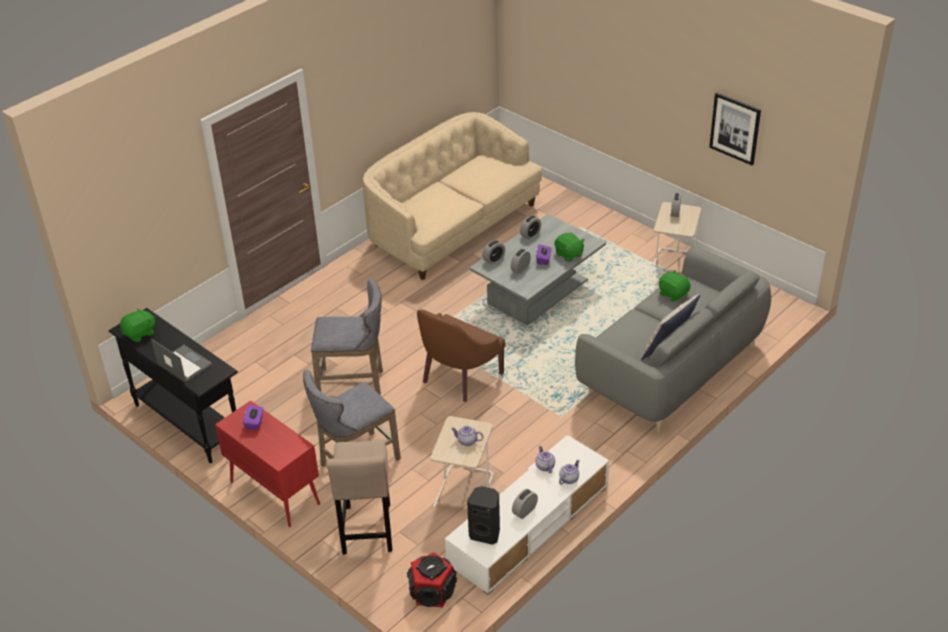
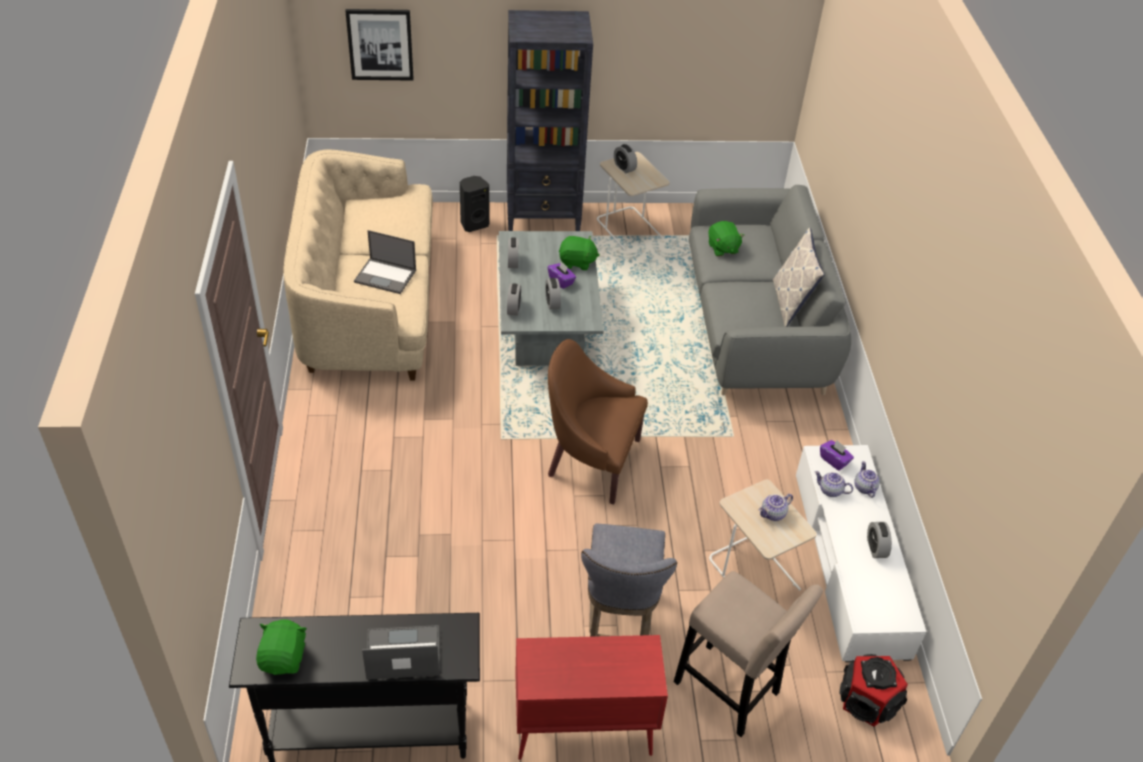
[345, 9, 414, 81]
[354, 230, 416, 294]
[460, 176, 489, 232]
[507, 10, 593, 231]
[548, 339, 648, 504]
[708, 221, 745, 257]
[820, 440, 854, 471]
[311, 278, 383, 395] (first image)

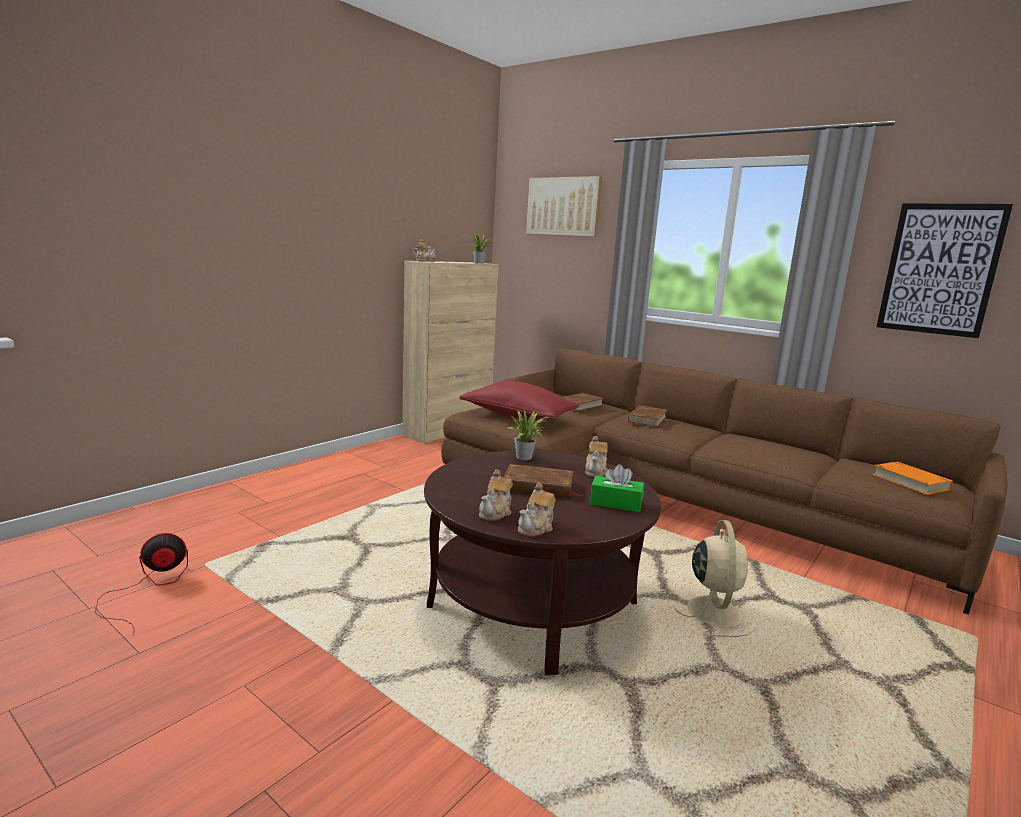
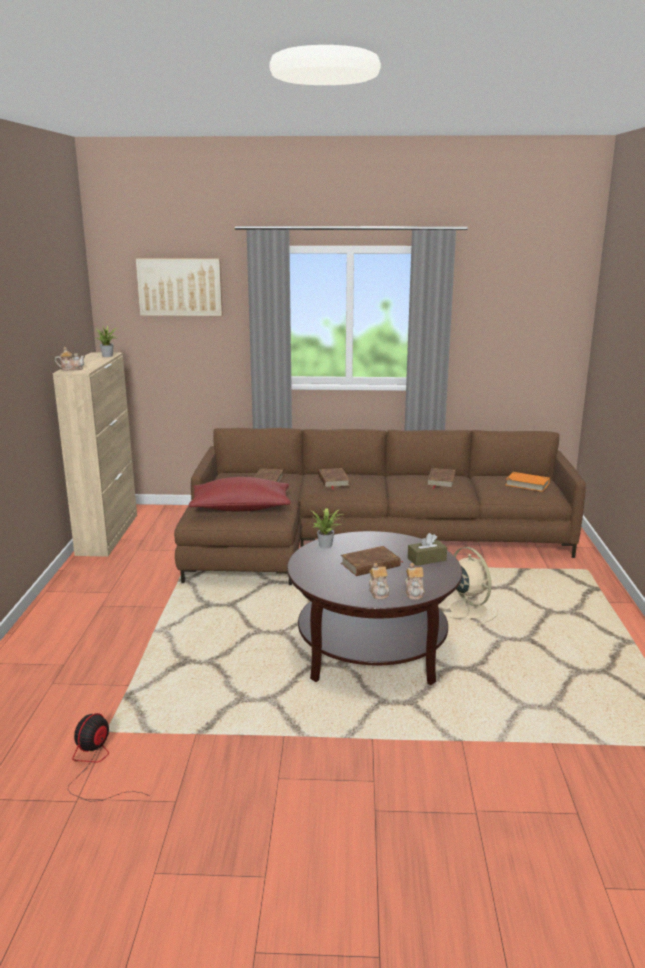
[408, 533, 447, 566]
[427, 468, 456, 489]
[585, 436, 608, 477] (first image)
[876, 203, 1013, 338] (first image)

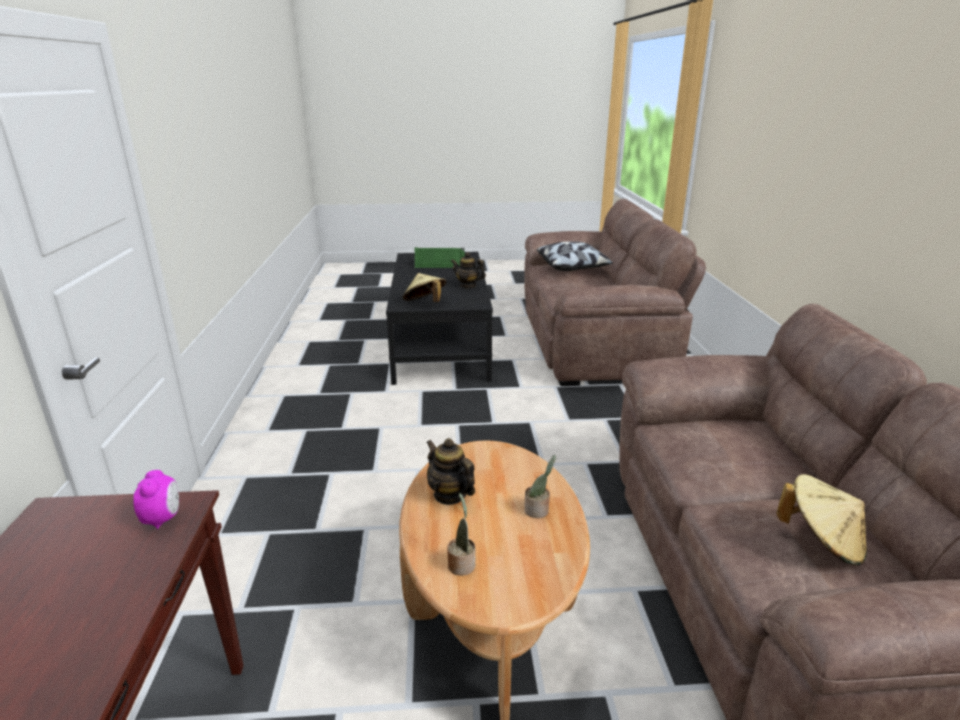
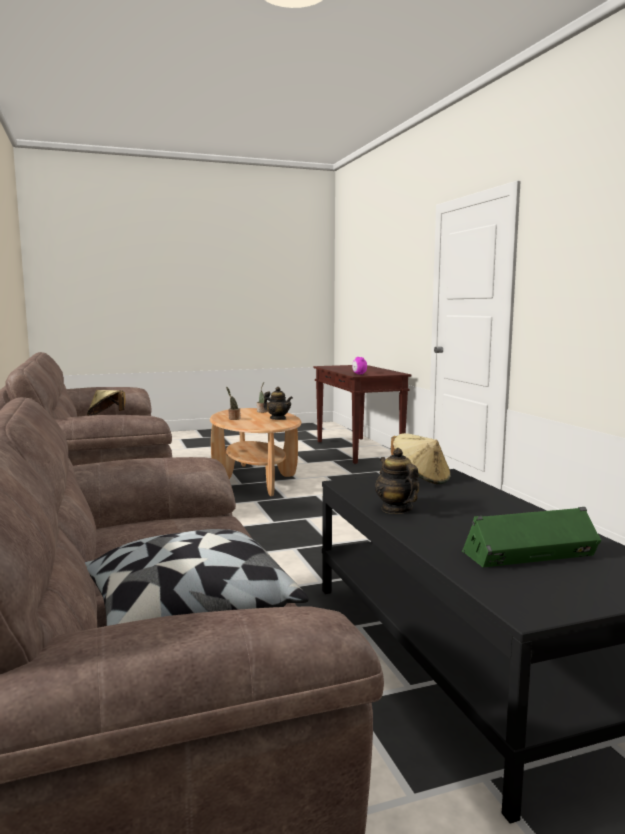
[375, 448, 419, 514]

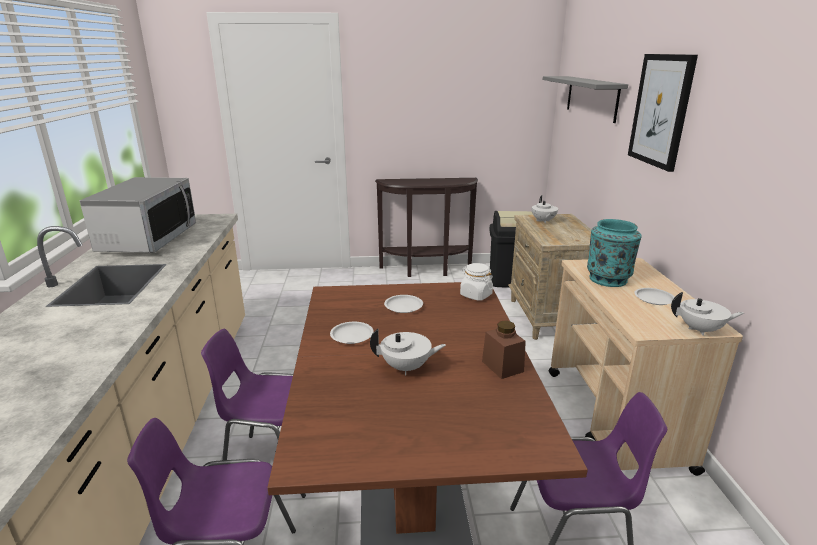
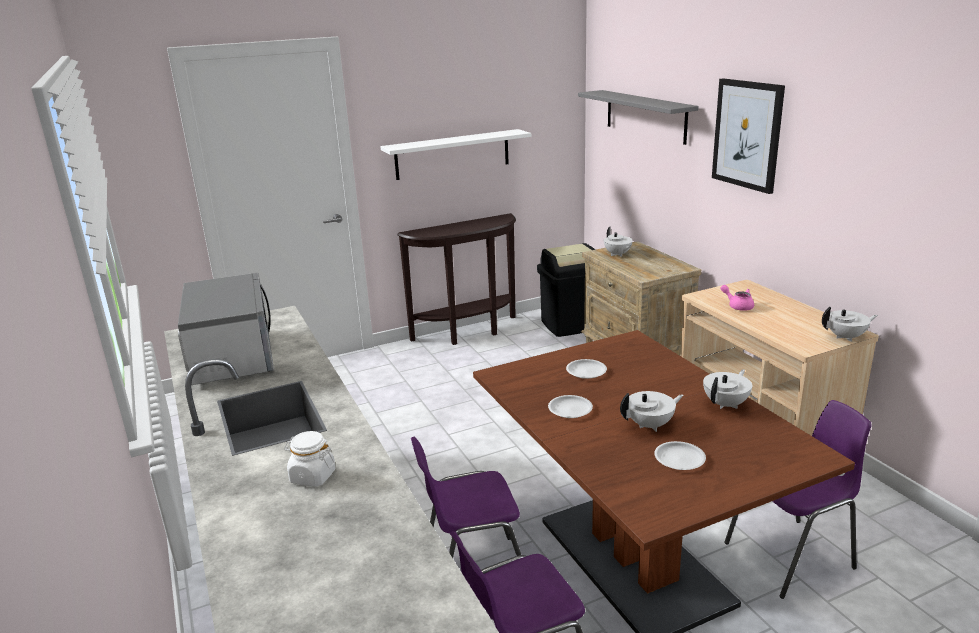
[284, 431, 336, 487]
[380, 129, 531, 180]
[654, 441, 706, 470]
[703, 369, 752, 409]
[720, 285, 754, 311]

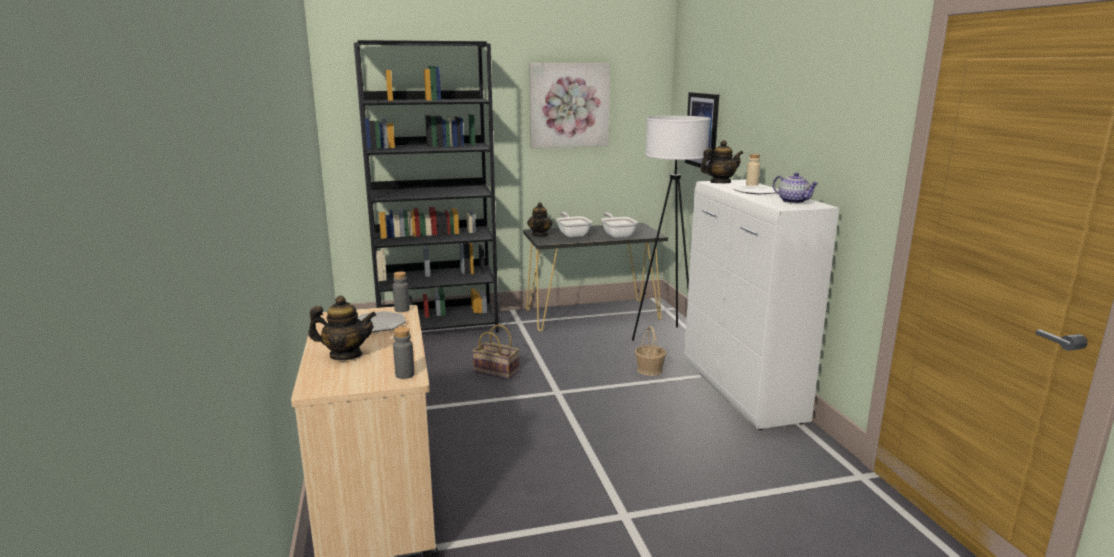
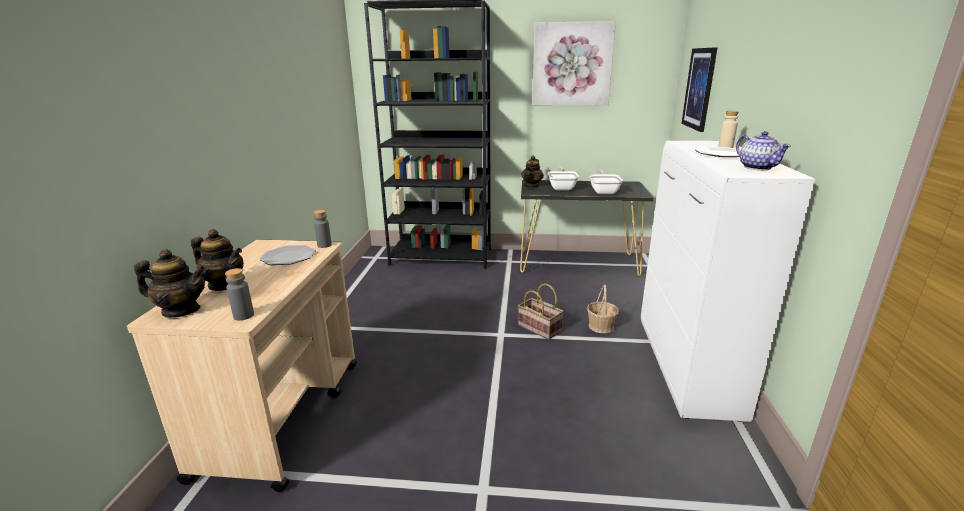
[134, 249, 206, 318]
[518, 284, 564, 340]
[632, 116, 711, 341] (first image)

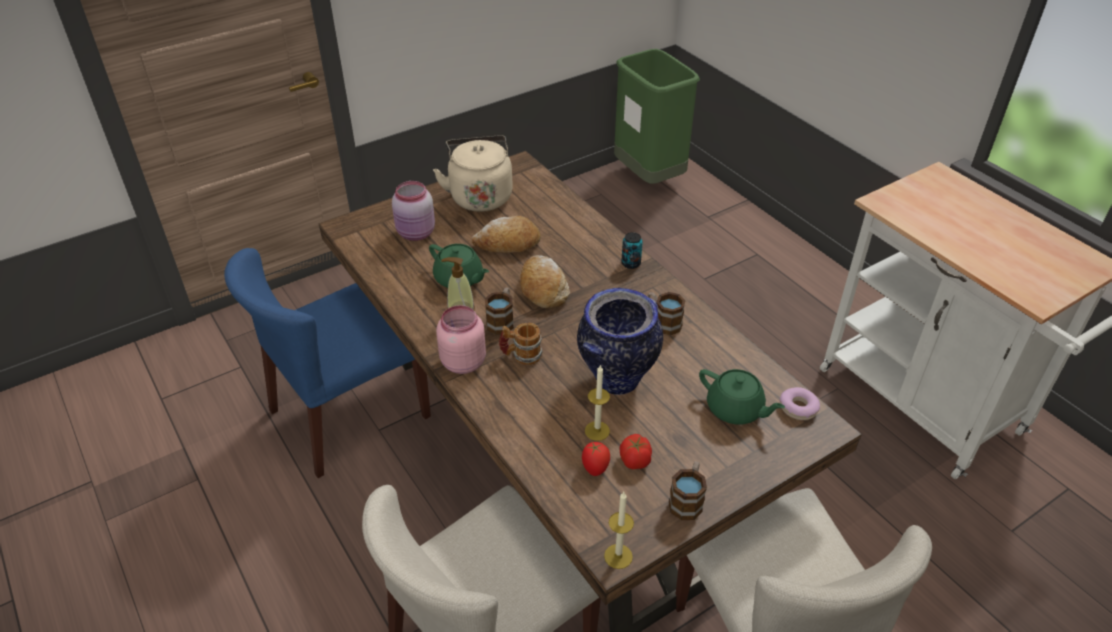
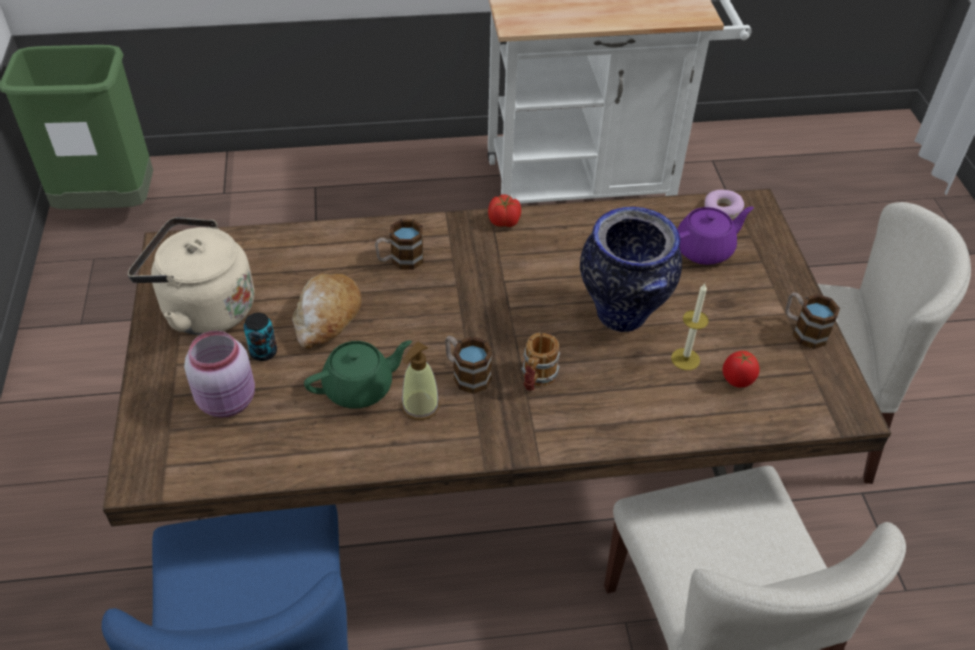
[244, 313, 277, 361]
[375, 219, 424, 270]
[488, 194, 521, 227]
[677, 207, 754, 265]
[436, 305, 486, 374] (first image)
[520, 255, 570, 309] (first image)
[604, 492, 634, 569] (first image)

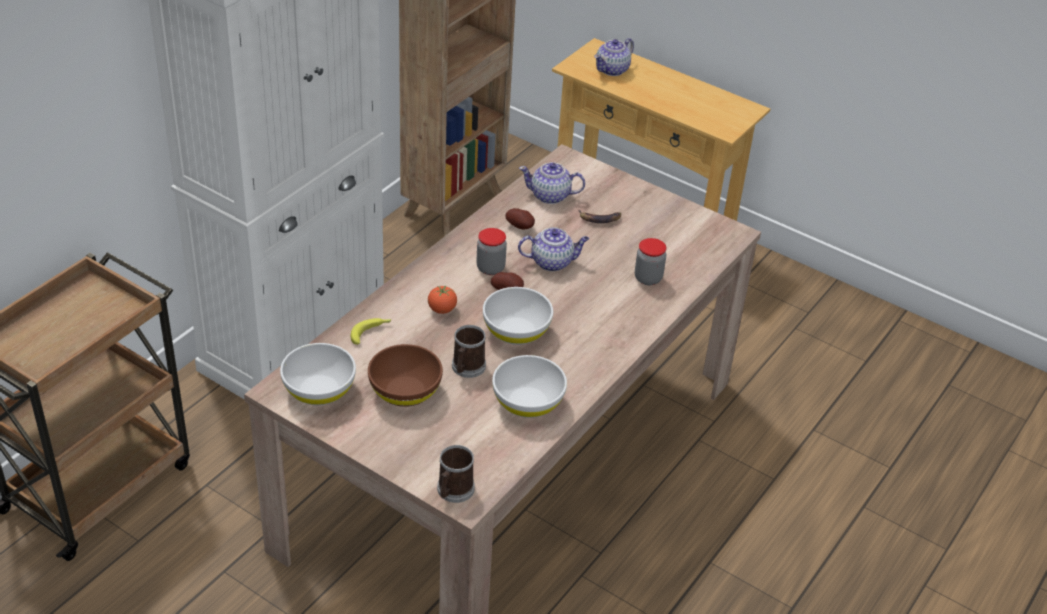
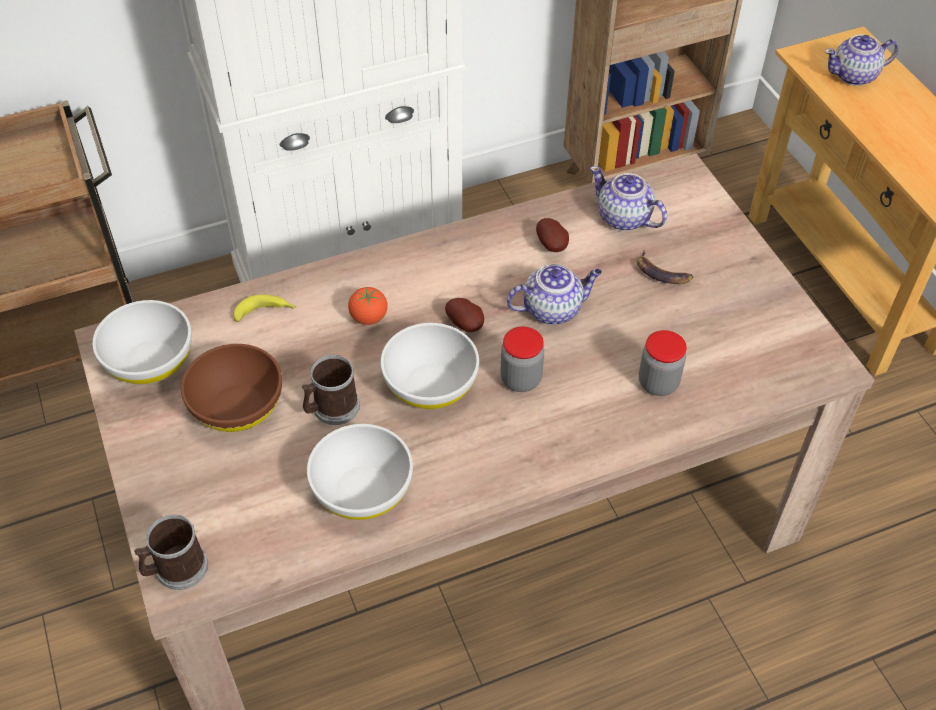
[500, 327, 544, 392]
[507, 264, 602, 325]

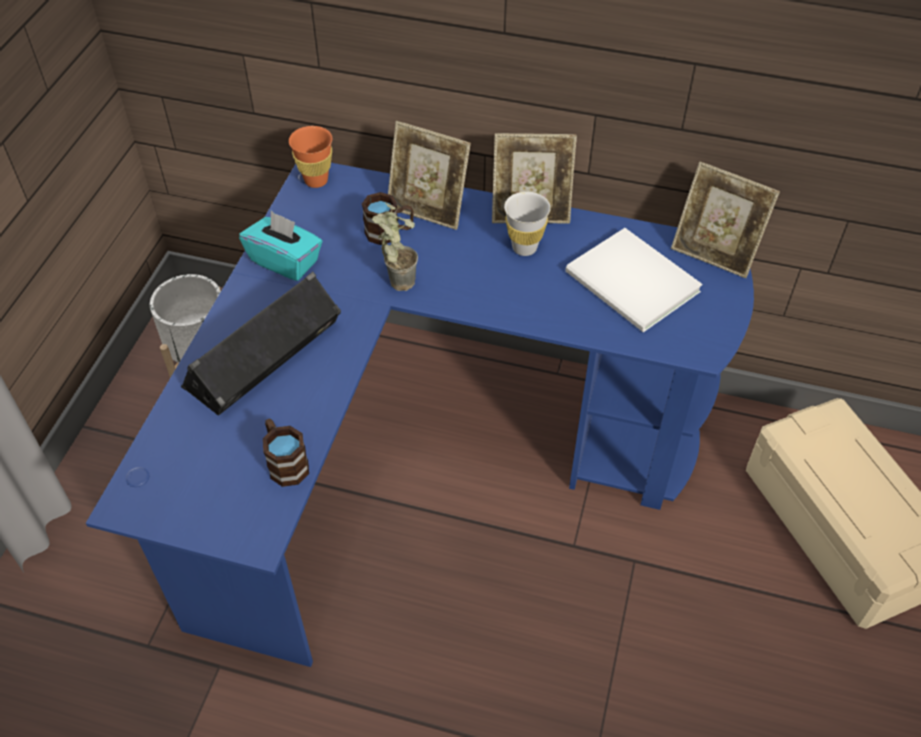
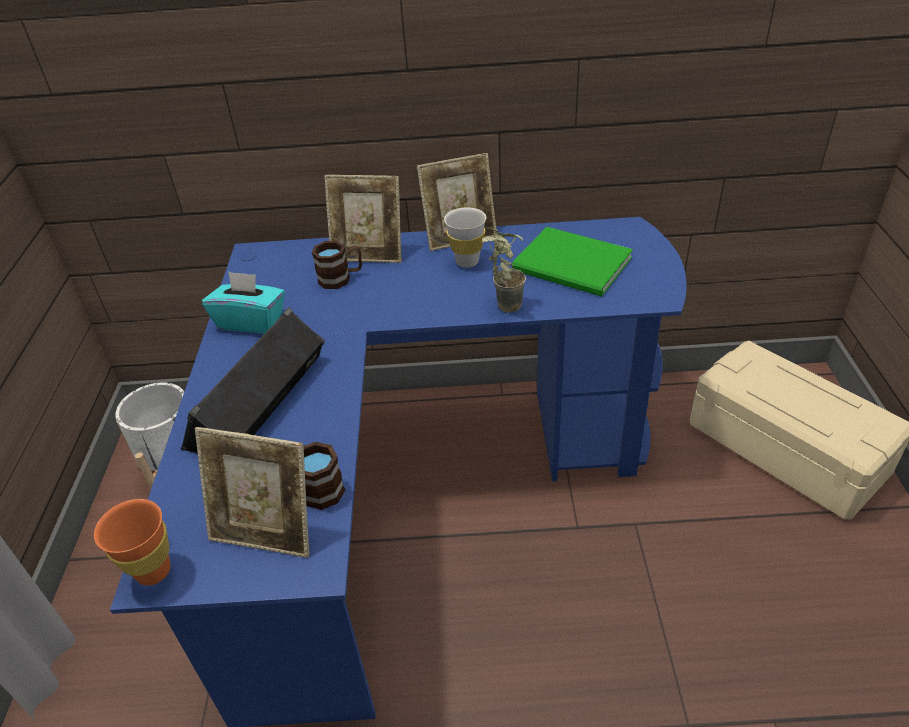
[94, 499, 171, 586]
[195, 427, 309, 558]
[482, 227, 526, 313]
[512, 227, 633, 297]

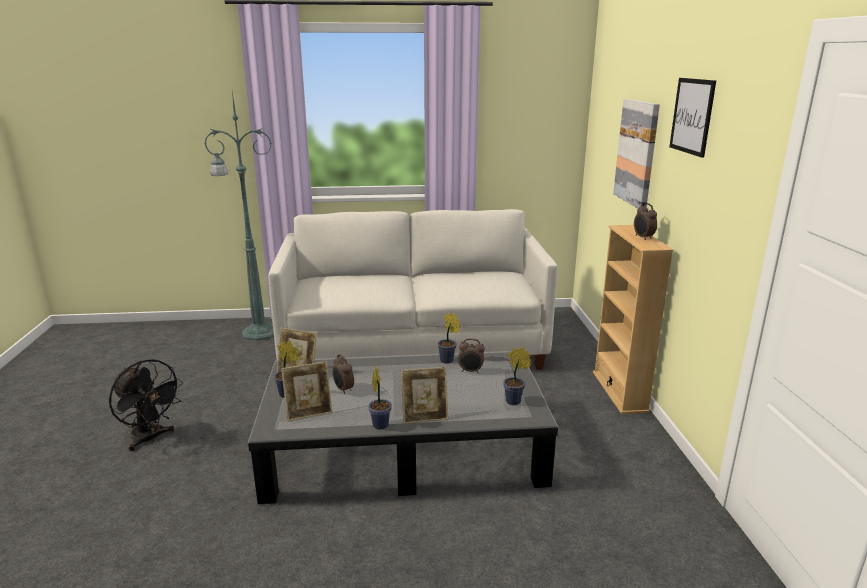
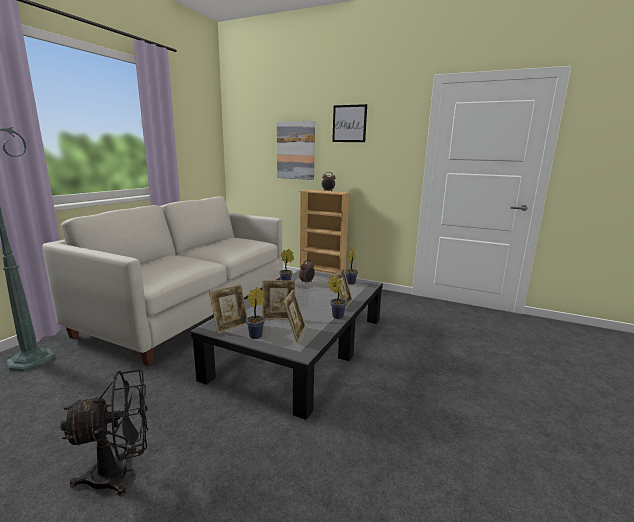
[262, 280, 296, 320]

